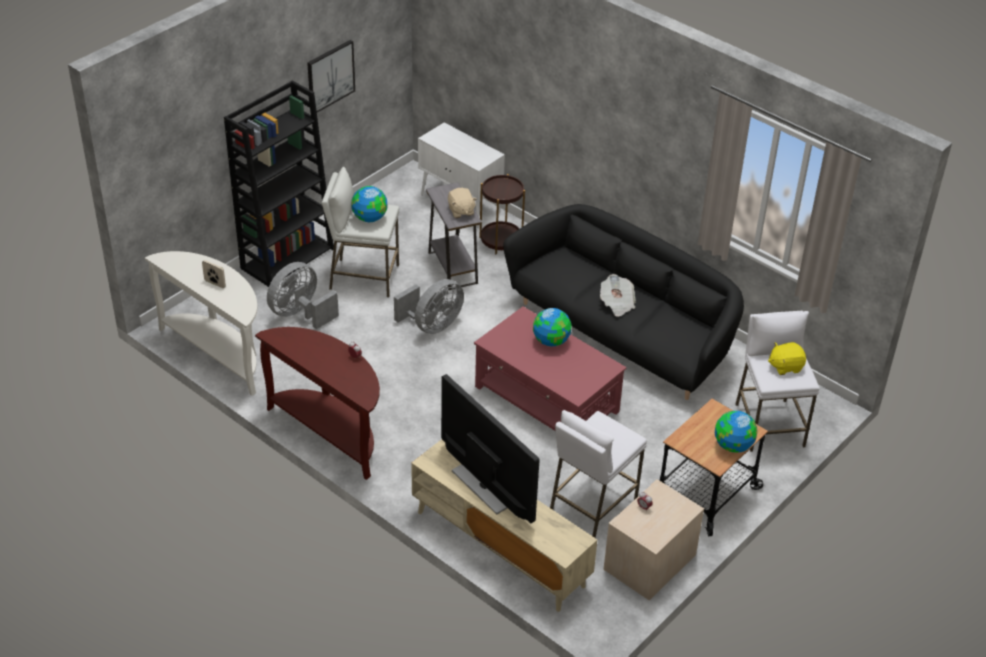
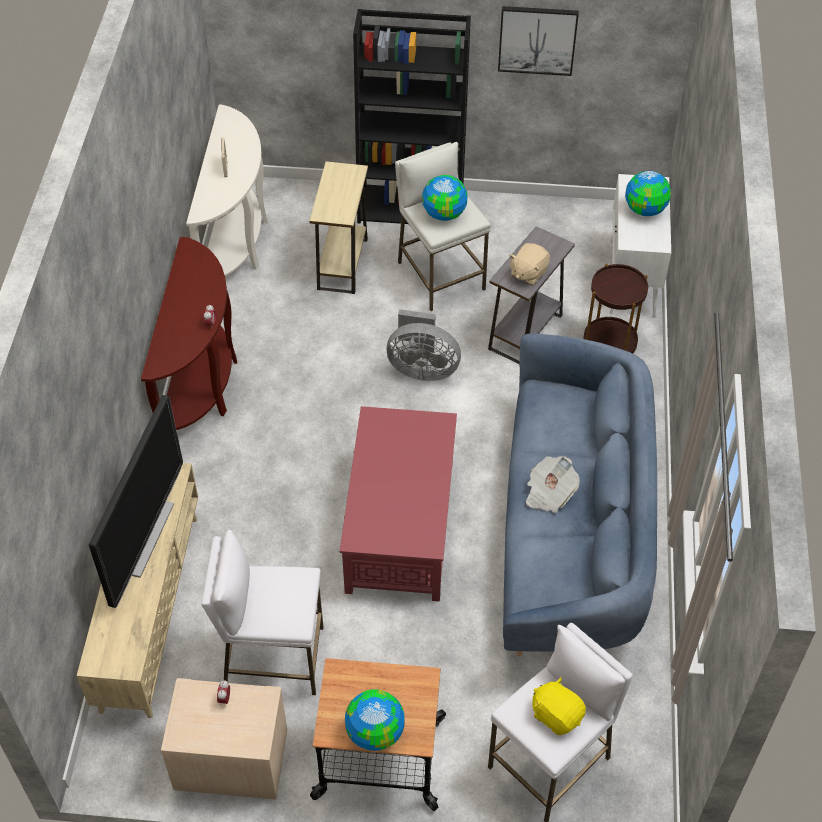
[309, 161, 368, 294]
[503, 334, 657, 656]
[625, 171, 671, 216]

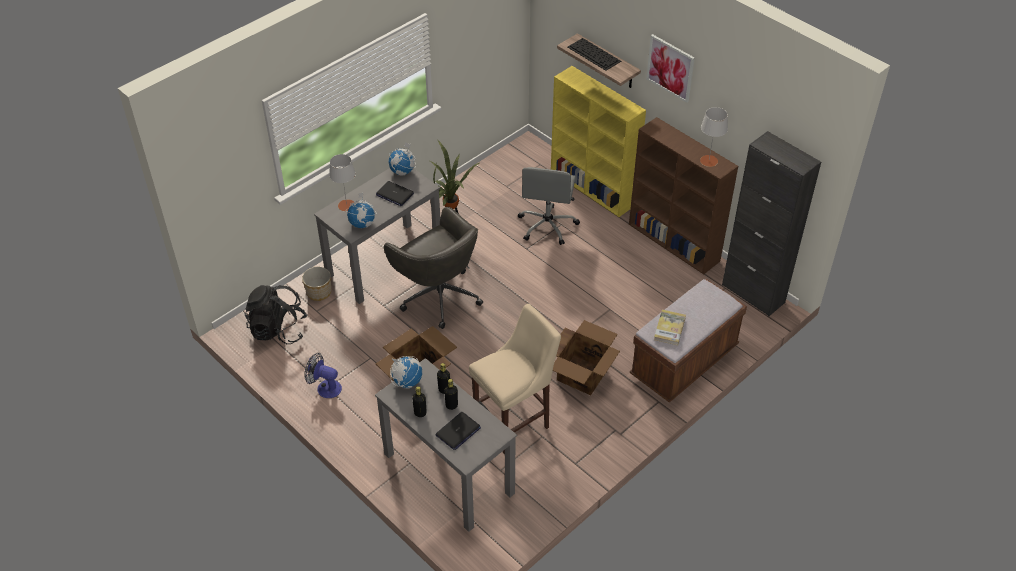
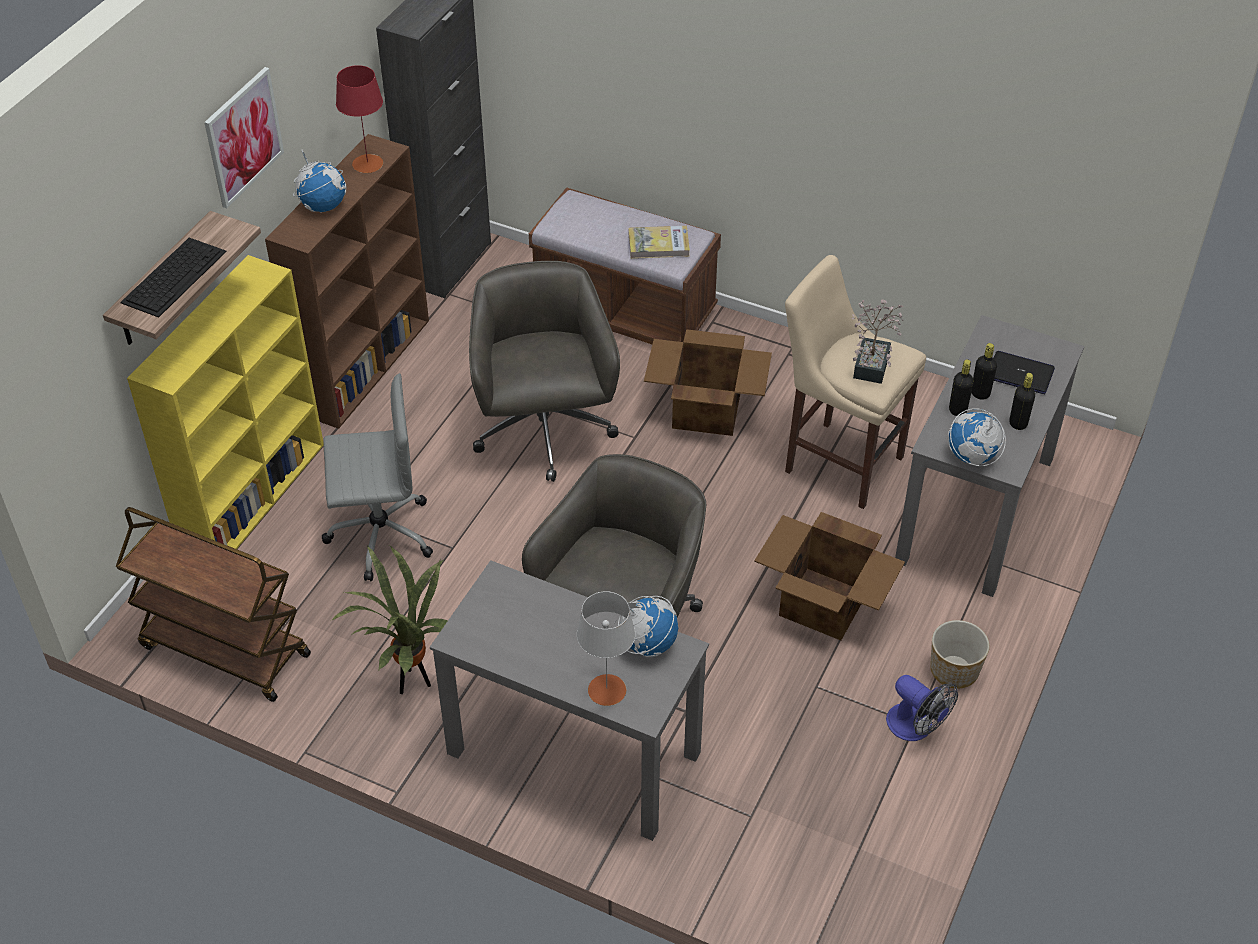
[116, 507, 311, 702]
[293, 150, 346, 212]
[336, 65, 383, 173]
[469, 261, 620, 482]
[851, 299, 903, 384]
[886, 675, 958, 741]
[930, 620, 990, 689]
[244, 285, 308, 344] (first image)
[376, 181, 414, 206] (first image)

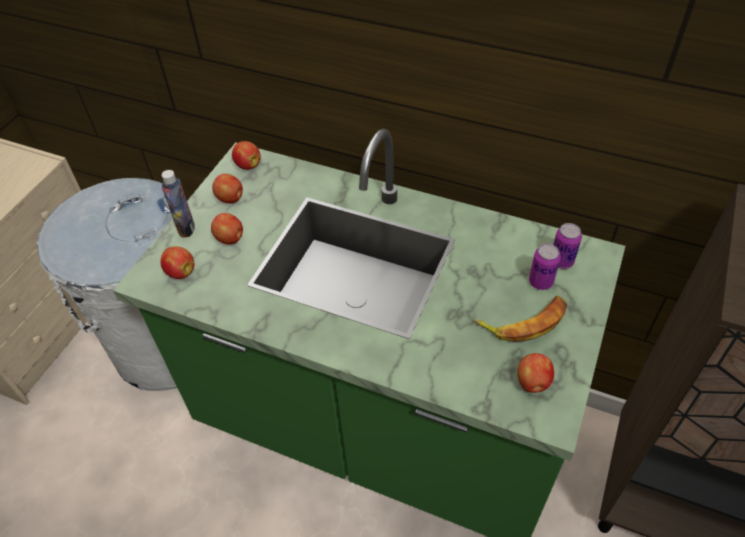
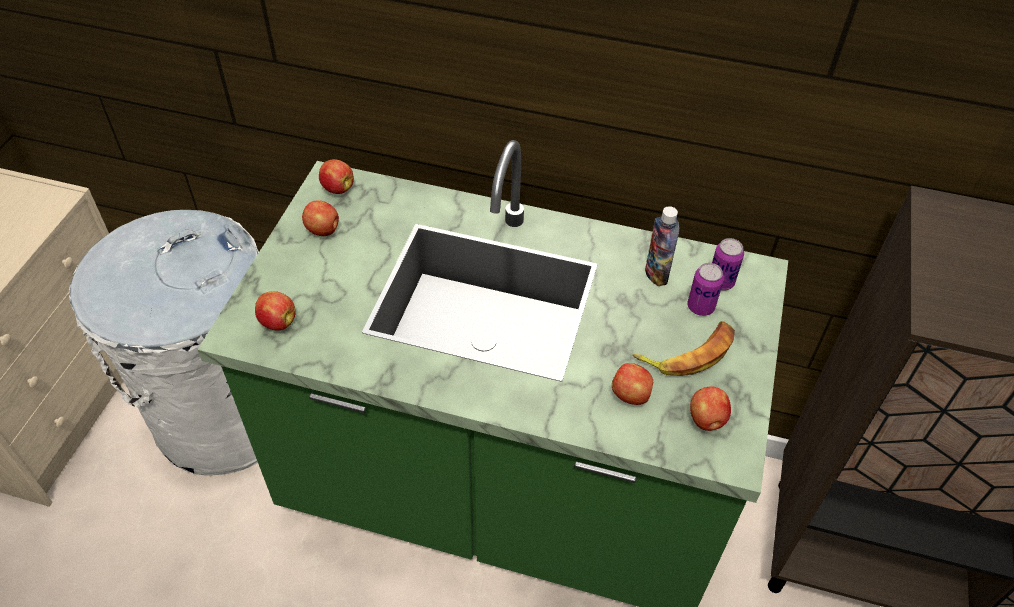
[612, 363, 653, 405]
[645, 206, 680, 286]

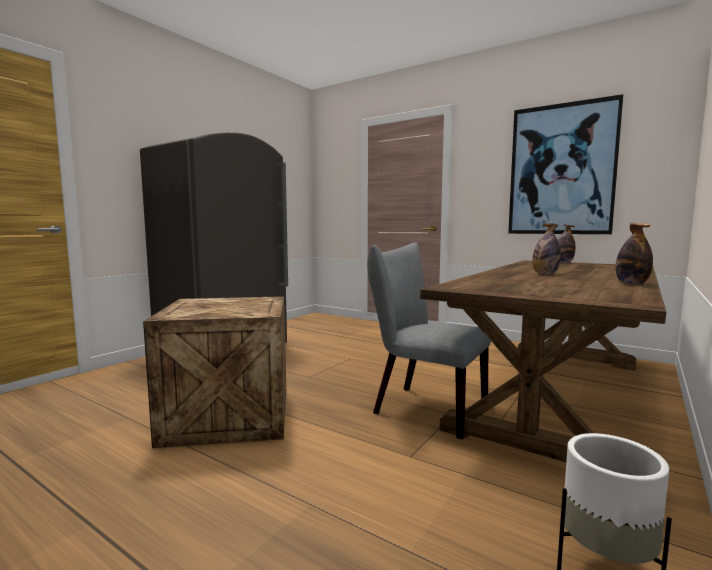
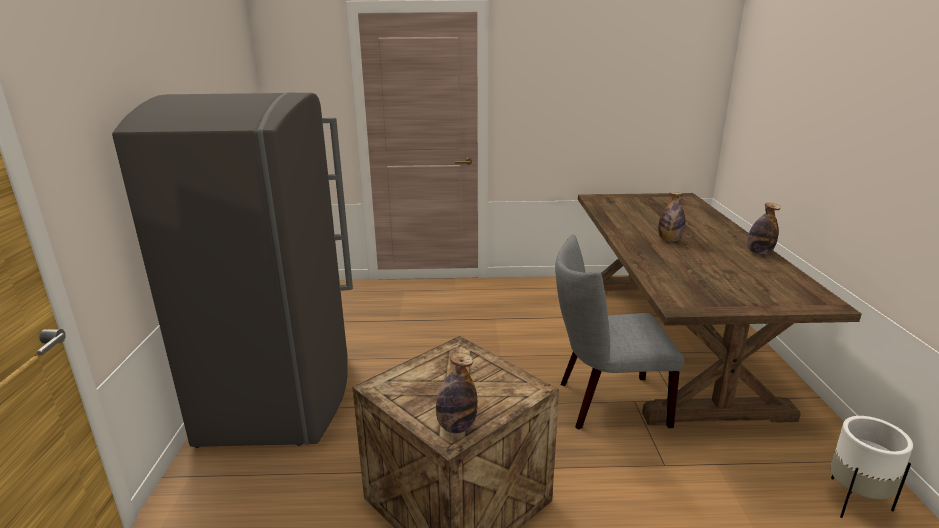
[436, 353, 477, 433]
[508, 94, 623, 234] (first image)

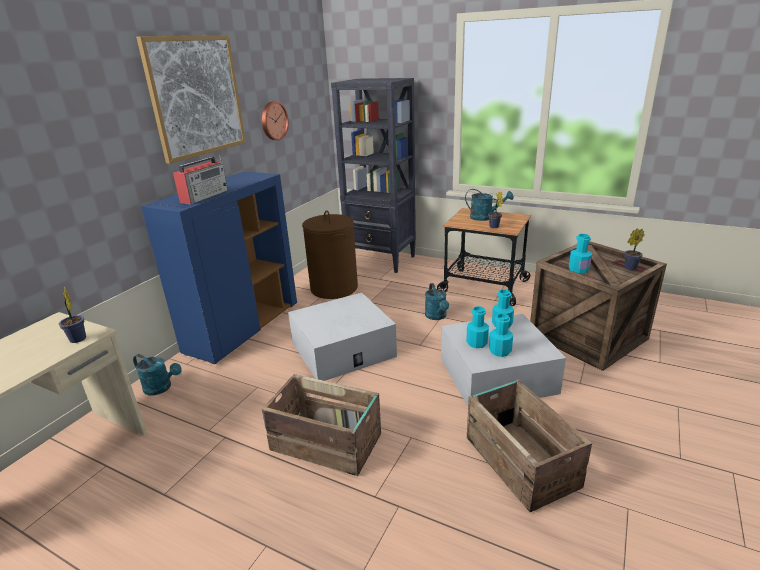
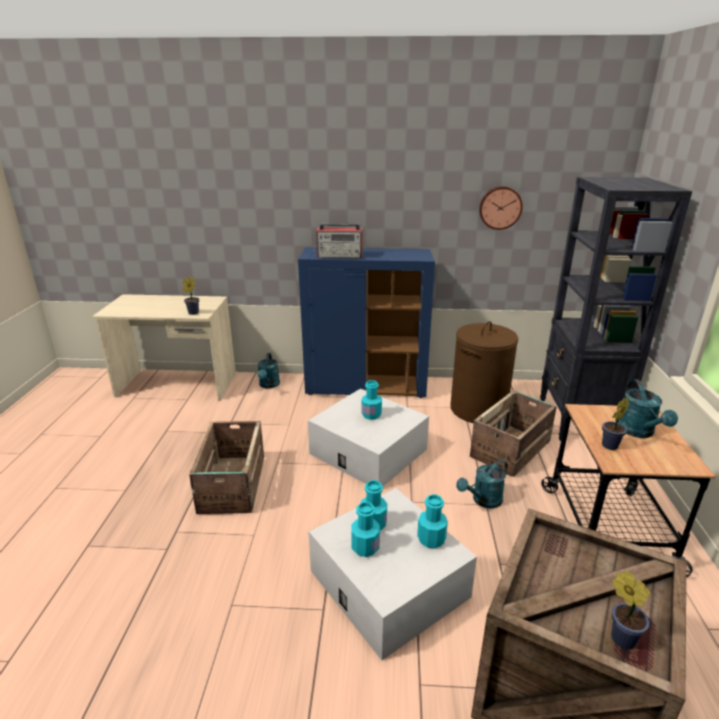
[361, 380, 382, 420]
[470, 390, 557, 477]
[136, 35, 246, 164] (first image)

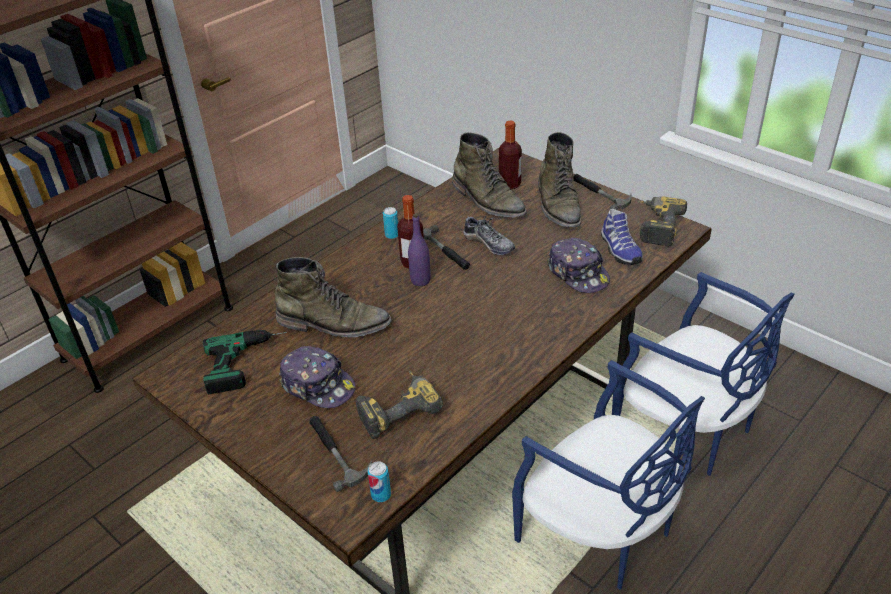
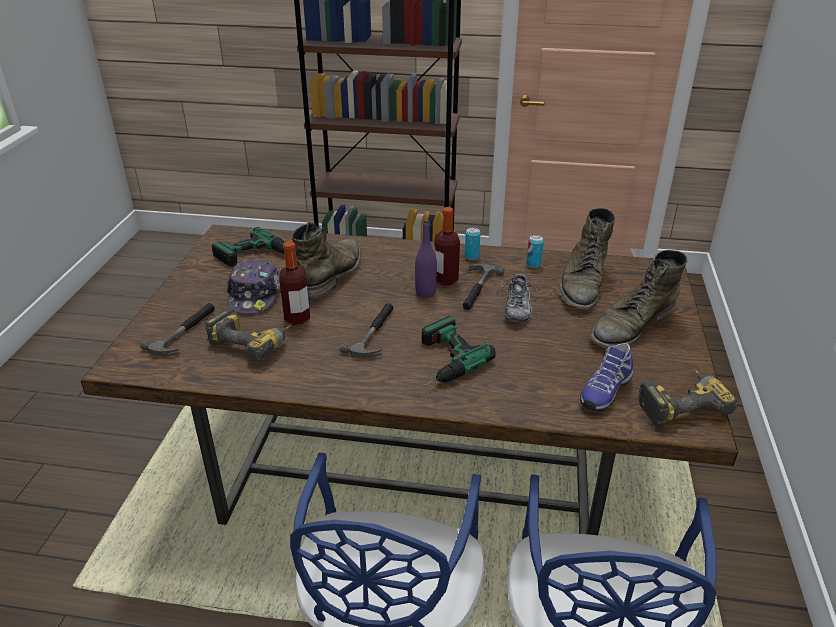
[279, 241, 310, 325]
[292, 222, 362, 299]
[340, 303, 394, 358]
[422, 316, 496, 387]
[526, 235, 544, 268]
[547, 238, 610, 293] (first image)

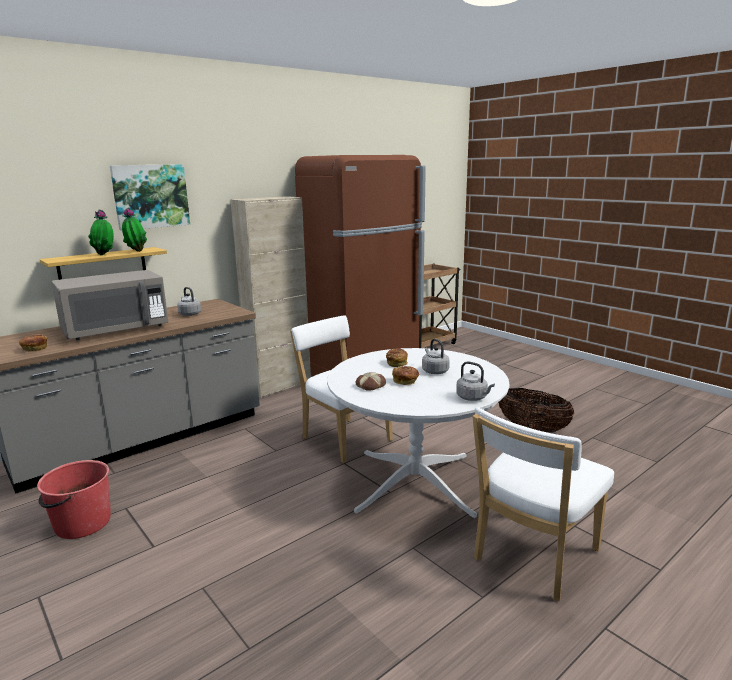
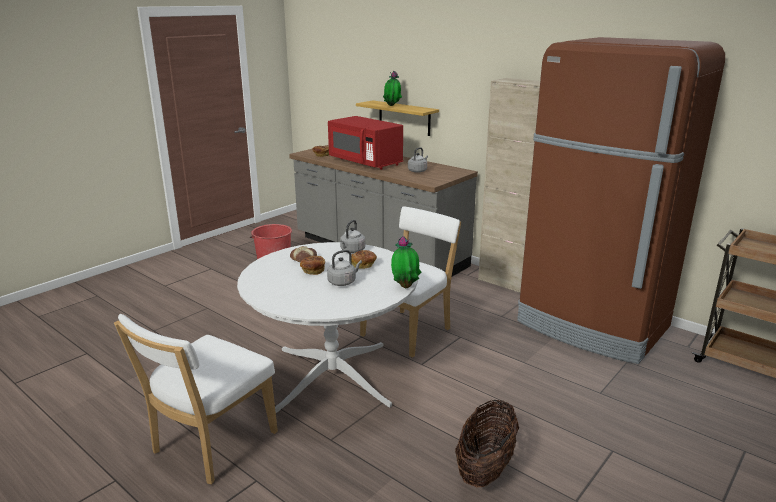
[114, 314, 278, 484]
[328, 116, 403, 170]
[340, 220, 365, 253]
[391, 236, 421, 288]
[110, 164, 190, 230] (first image)

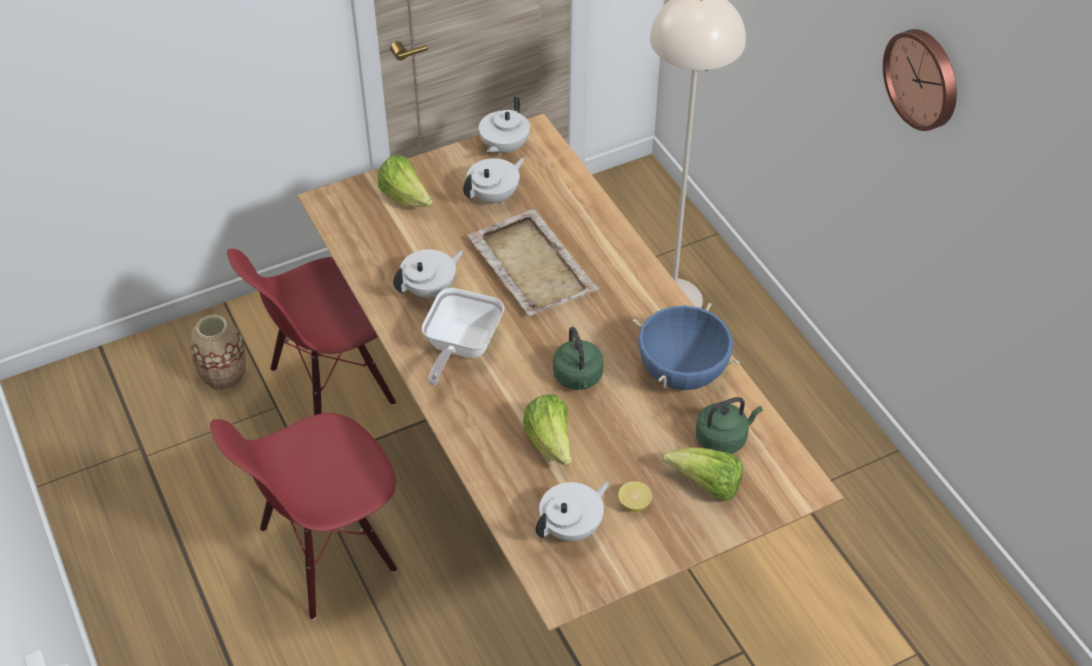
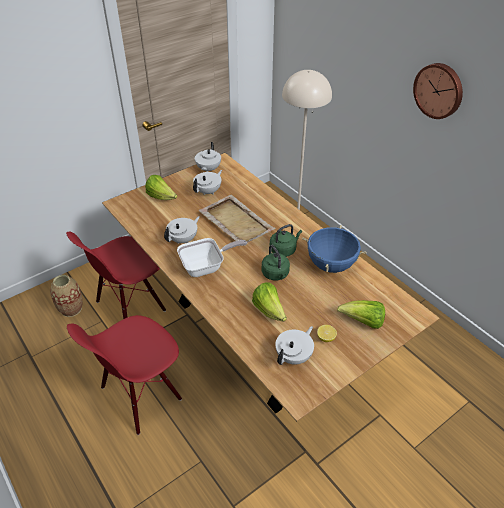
[177, 238, 247, 277]
[270, 224, 302, 257]

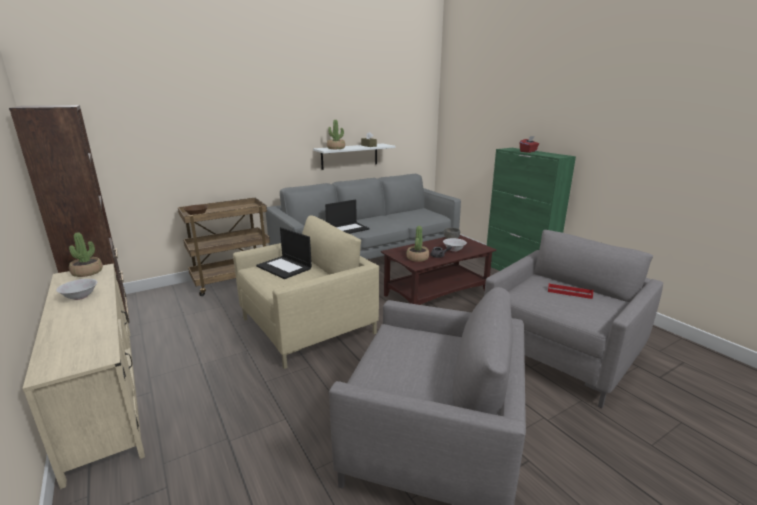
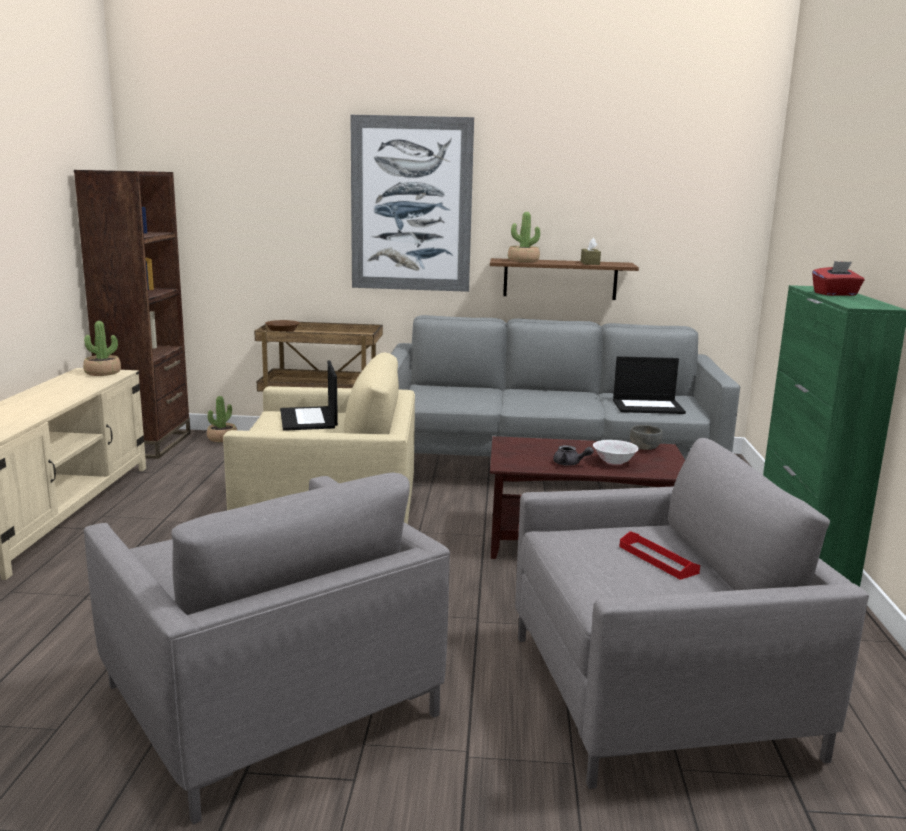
[207, 396, 237, 442]
[350, 115, 474, 292]
[490, 258, 639, 300]
[613, 356, 686, 414]
[56, 279, 97, 300] (first image)

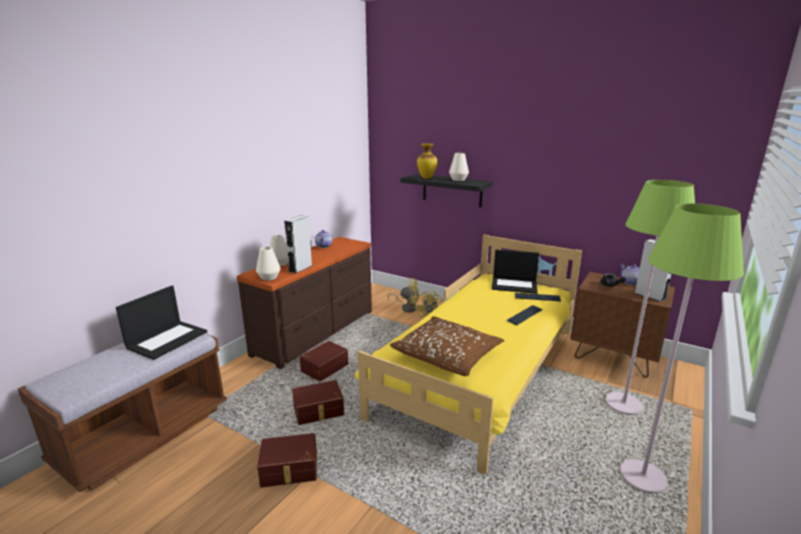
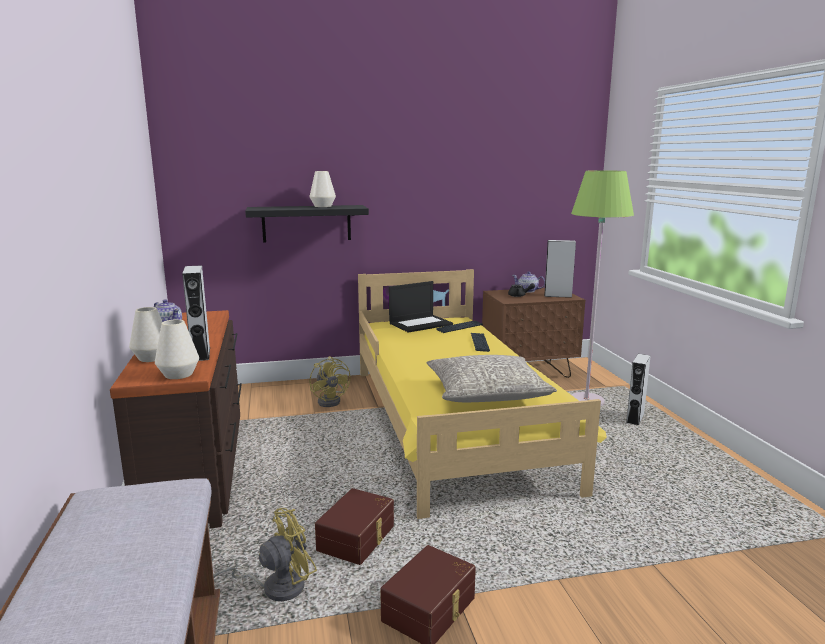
[213, 508, 317, 601]
[427, 355, 557, 402]
[626, 354, 651, 425]
[116, 286, 208, 360] (first image)
[300, 341, 348, 382] (first image)
[417, 144, 437, 179] (first image)
[620, 203, 744, 494] (first image)

